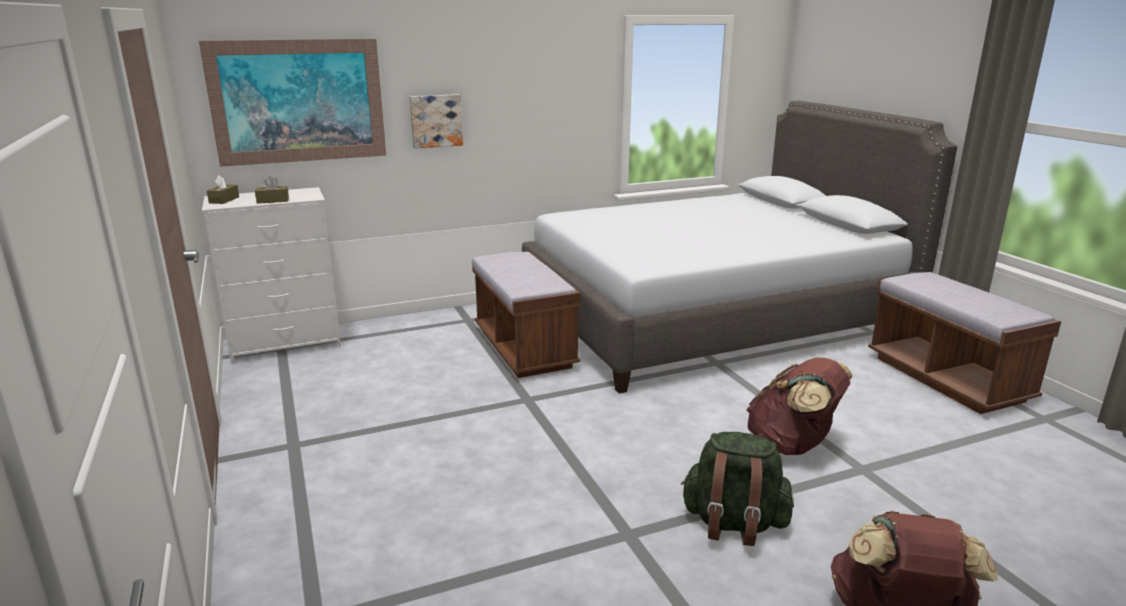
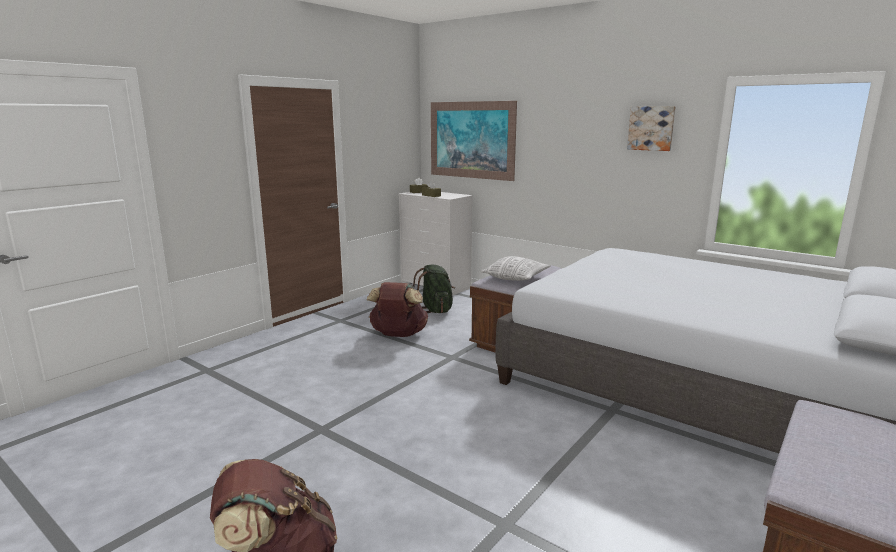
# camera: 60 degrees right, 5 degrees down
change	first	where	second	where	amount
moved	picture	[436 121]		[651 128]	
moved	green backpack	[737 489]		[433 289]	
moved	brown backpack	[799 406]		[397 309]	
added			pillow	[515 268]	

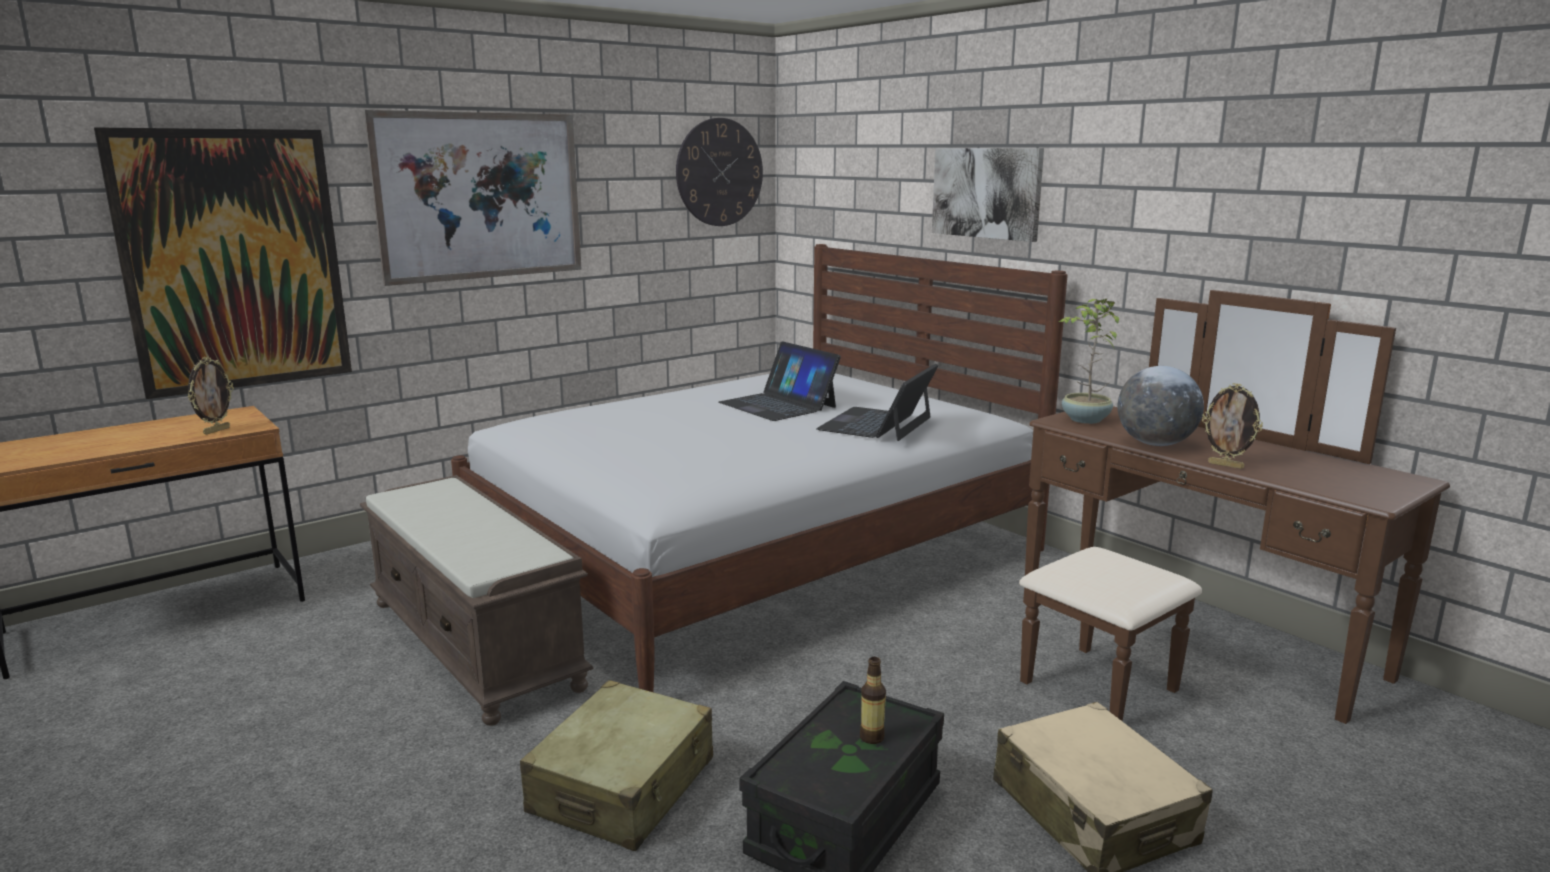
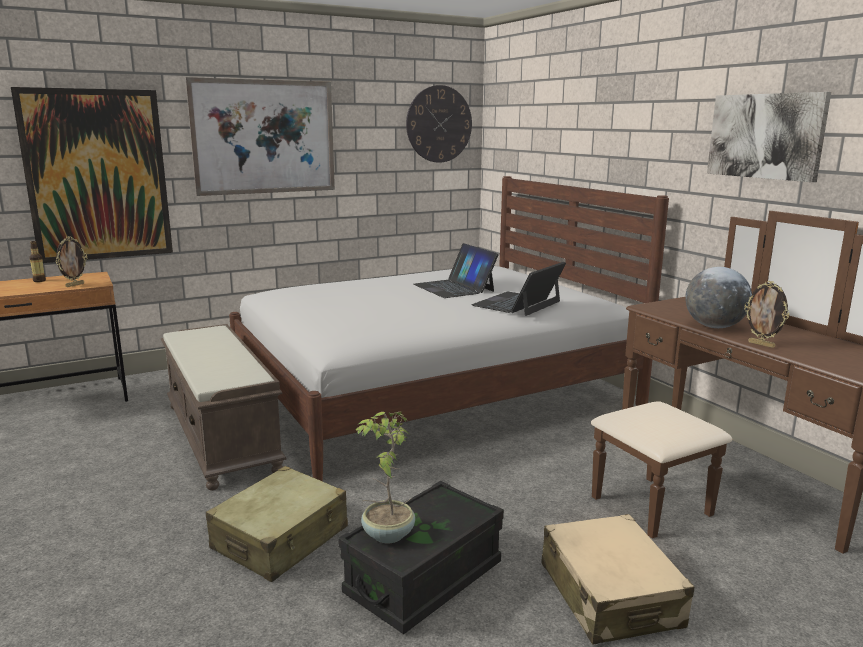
# camera: 10 degrees right, 0 degrees up
change	first	where	second	where	amount
moved	bottle	[873 700]		[37 261]	
moved	picture	[988 195]		[769 137]	
moved	potted plant	[1089 361]		[385 477]	

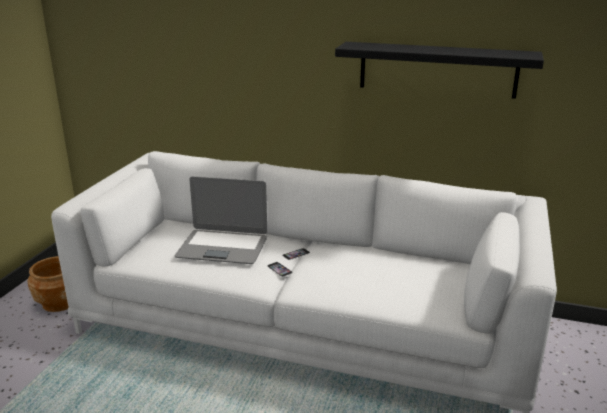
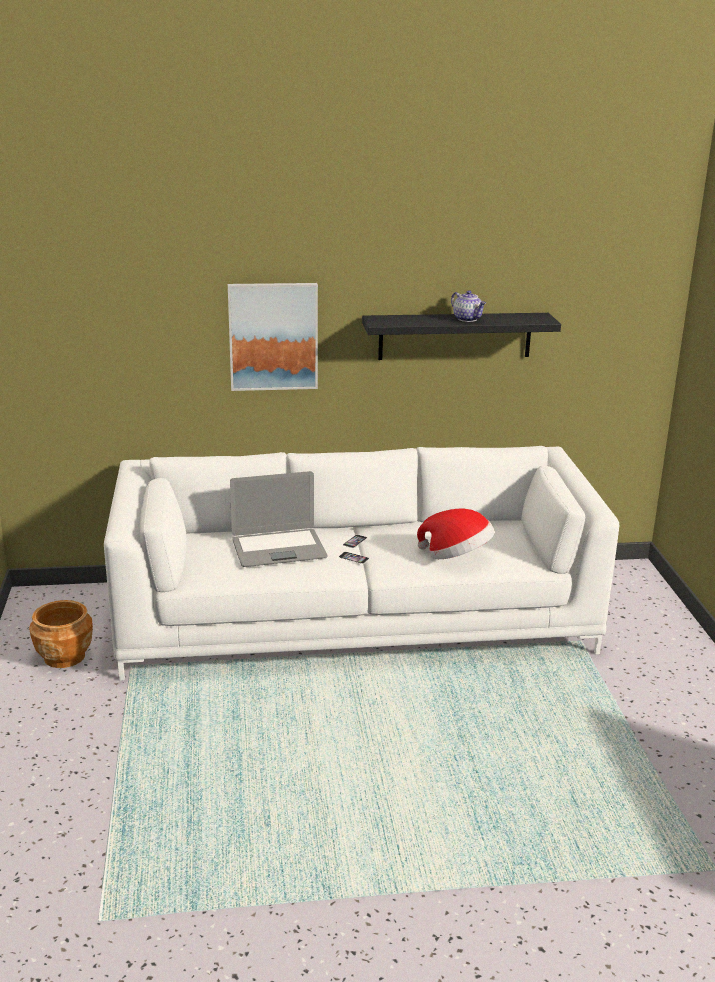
# camera: 25 degrees left, 0 degrees up
change	first	where	second	where	amount
added			picture	[273 337]	
added			hat	[456 534]	
added			teapot	[468 306]	

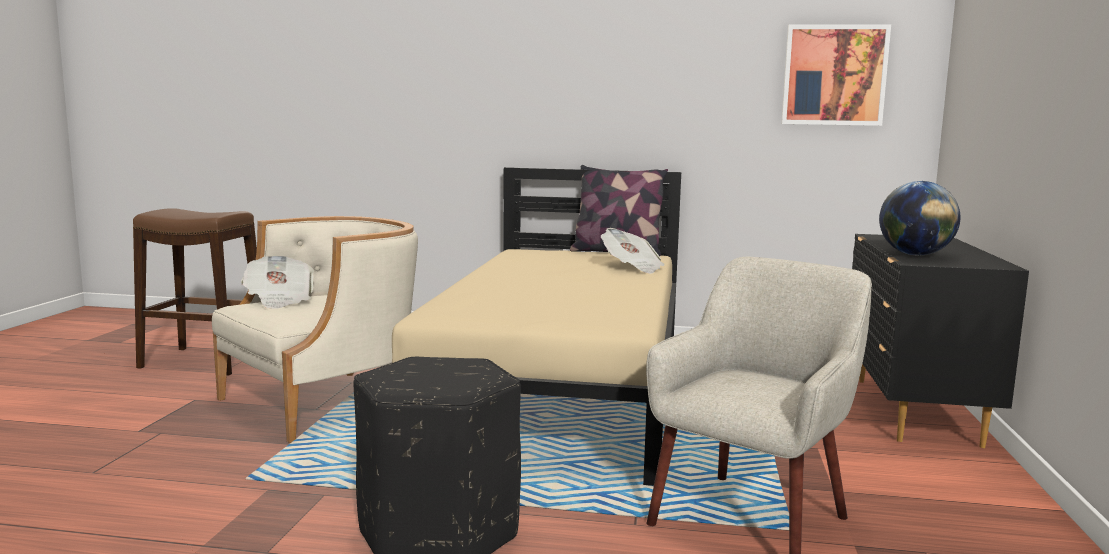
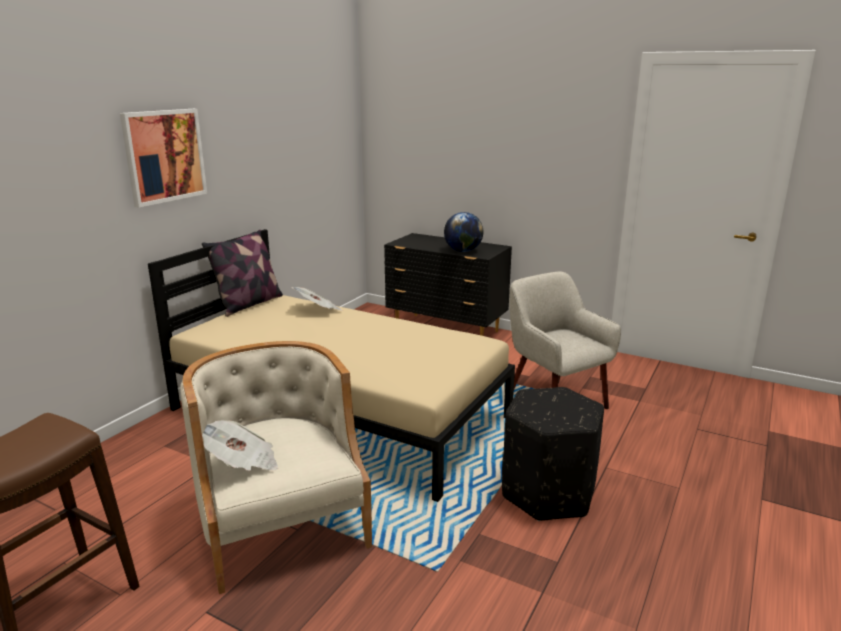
# camera: 70 degrees left, 10 degrees up
change	first	where	second	where	amount
moved	picture	[836 75]		[163 158]	

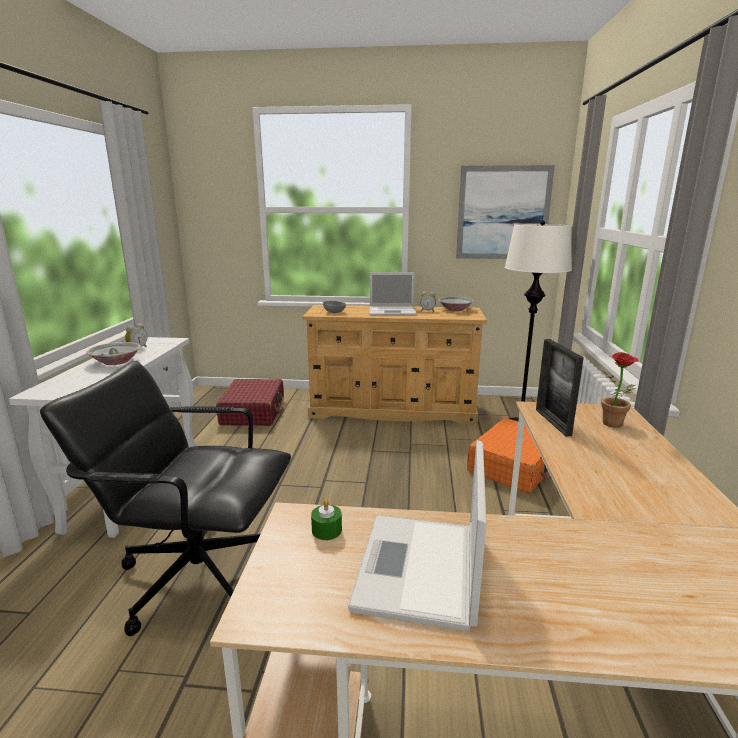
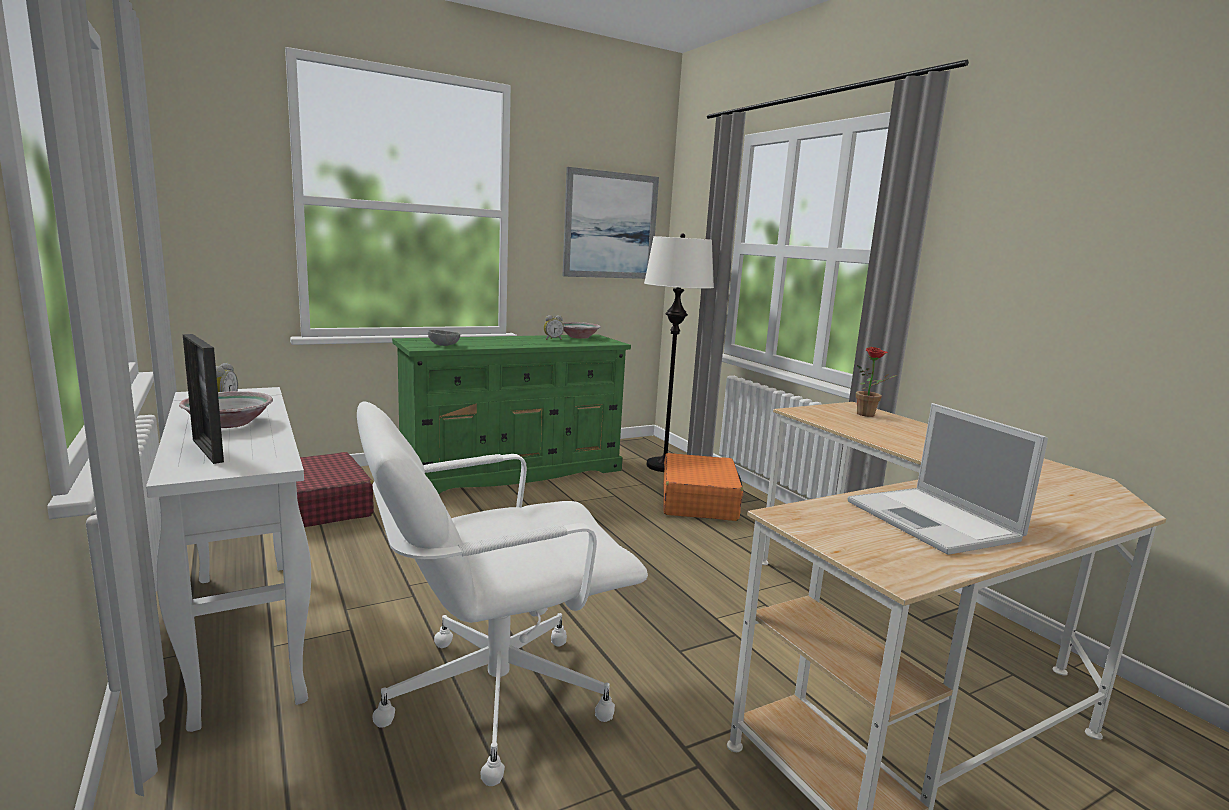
# camera: 35 degrees left, 5 degrees down
change	first	where	second	where	amount
recoloured	black office chair	[165 498]	white office chair	[502 593]	
recoloured	beige dresser	[394 365]	green dresser	[511 414]	
removed	green candle	[326 519]			
removed	laptop	[393 294]			
moved	picture frame	[560 387]		[203 399]	

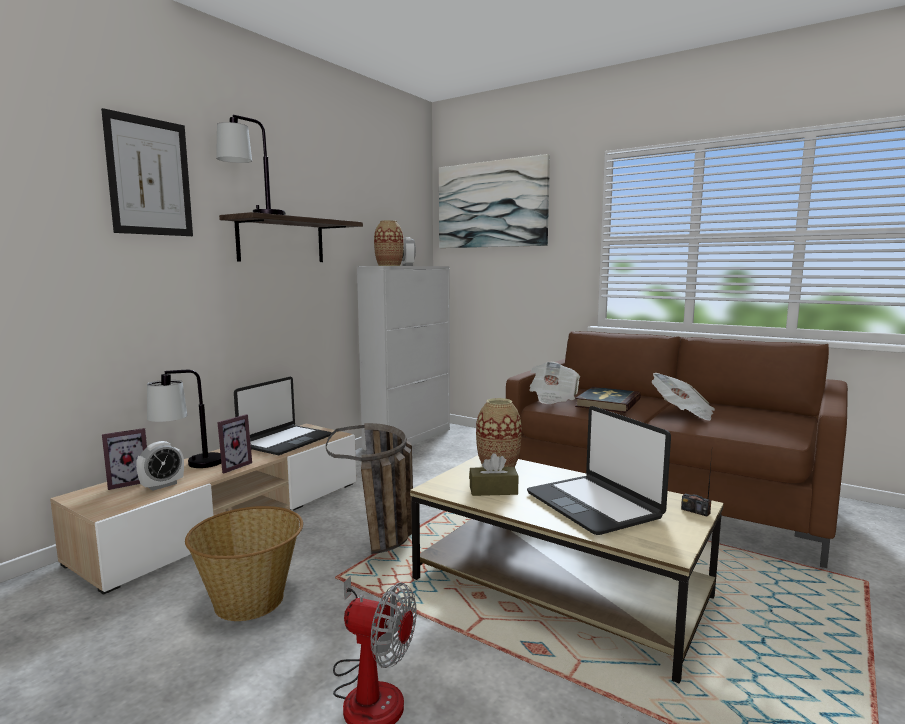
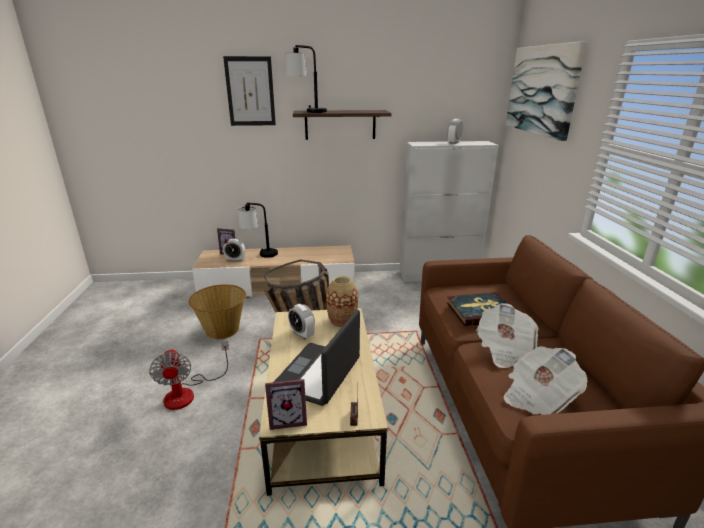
# camera: 50 degrees right, 15 degrees up
change	first	where	second	where	amount
moved	picture frame	[234 443]		[286 404]	
removed	laptop	[283 416]			
removed	vase	[389 243]			
replaced	brown tissue box	[494 474]	alarm clock	[301 322]	
moved	newspaper	[554 383]		[545 380]	

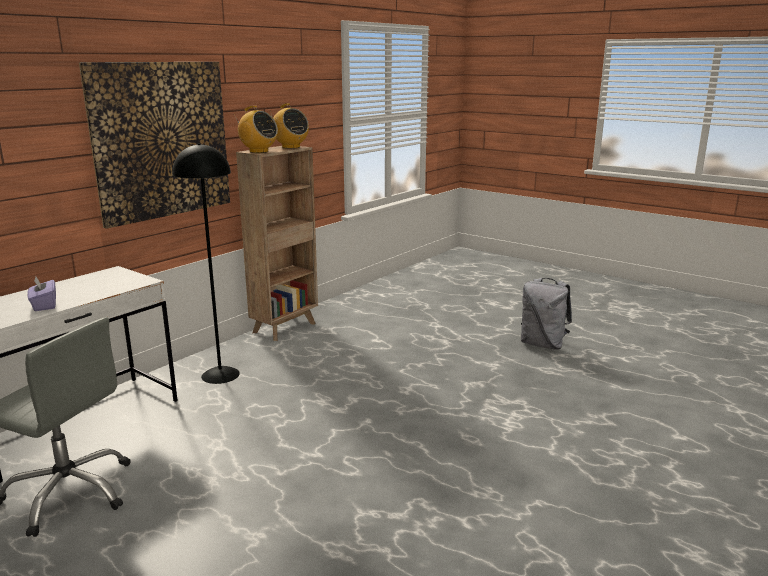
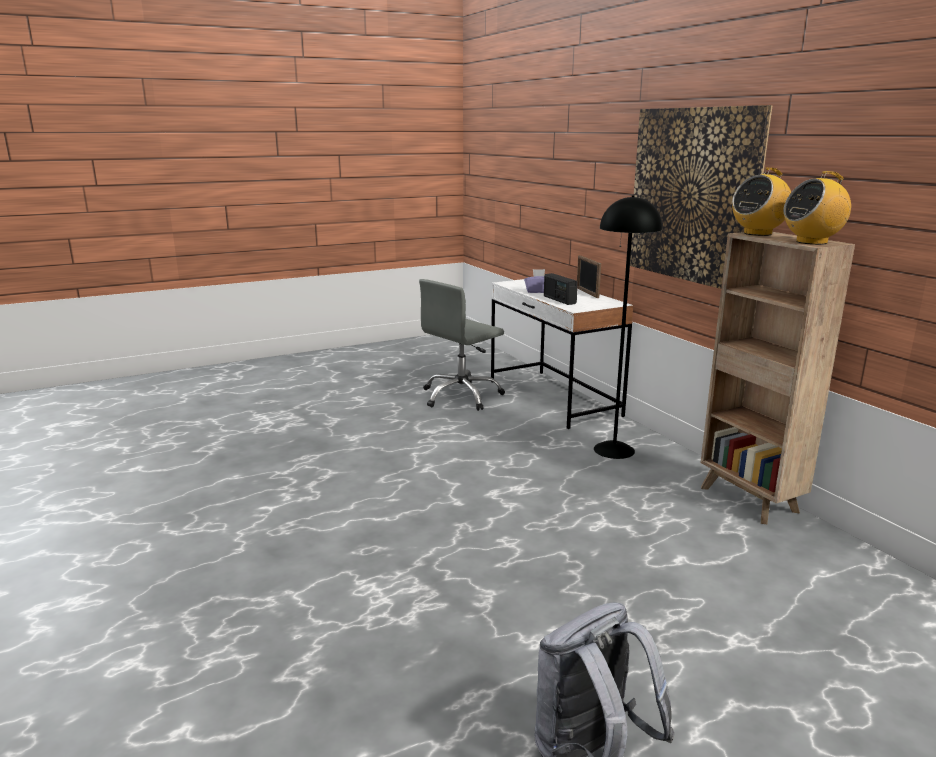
# camera: 115 degrees right, 0 degrees up
change	first	where	second	where	amount
added			radio	[561 289]	
added			picture frame	[589 276]	

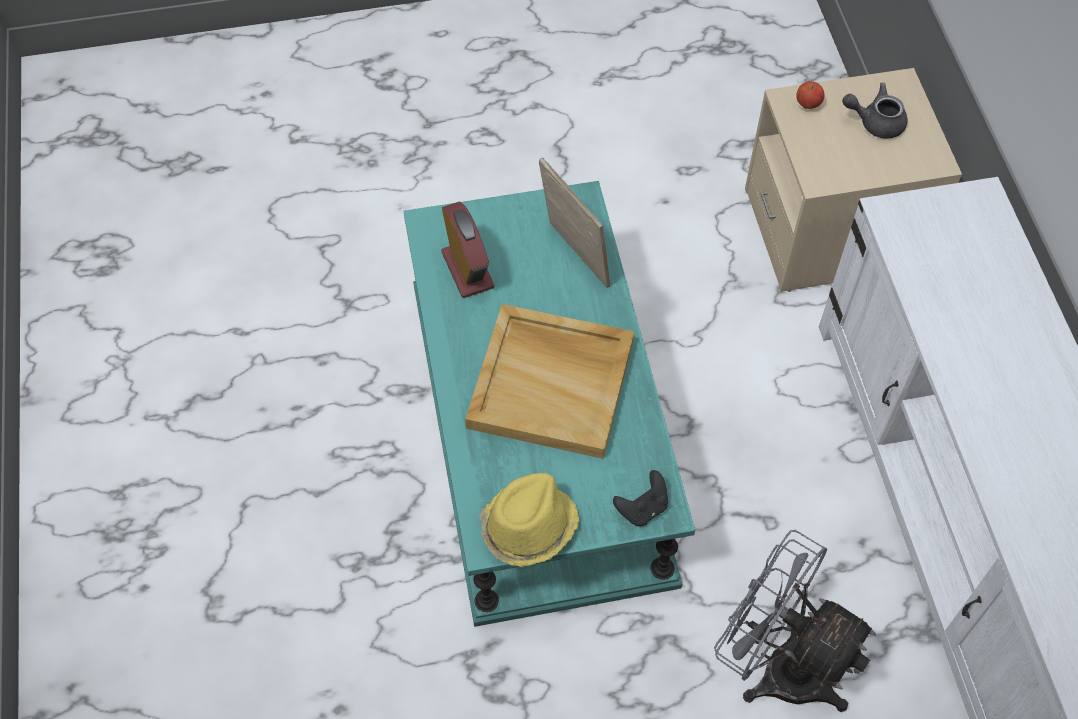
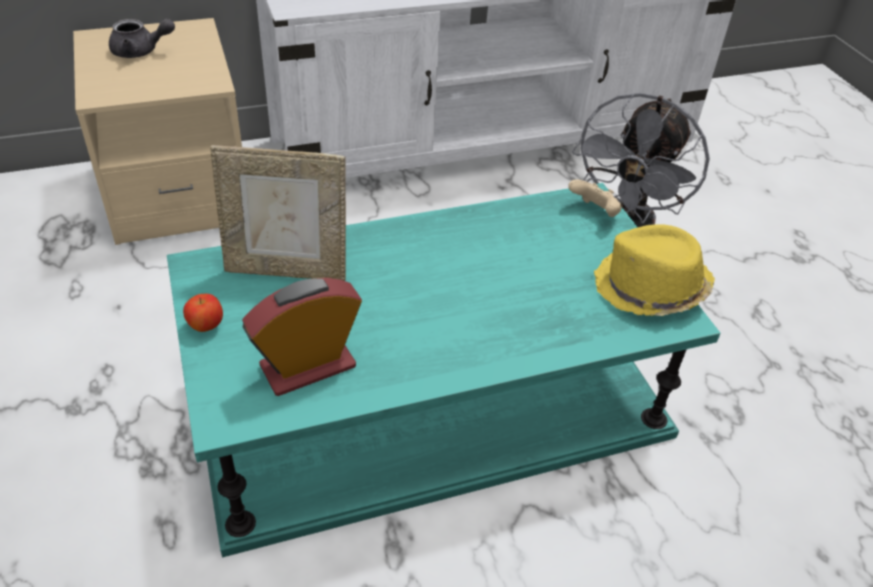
# camera: 100 degrees left, 15 degrees down
change	first	where	second	where	amount
removed	beige tray	[549 381]			
turned	picture frame	[574 222]		[278 213]	135 degrees counterclockwise
recoloured	black game controller	[640 498]	beige game controller	[595 198]	
moved	apple	[810 95]		[203 313]	
turned	grey teapot	[874 111]		[142 38]	90 degrees counterclockwise

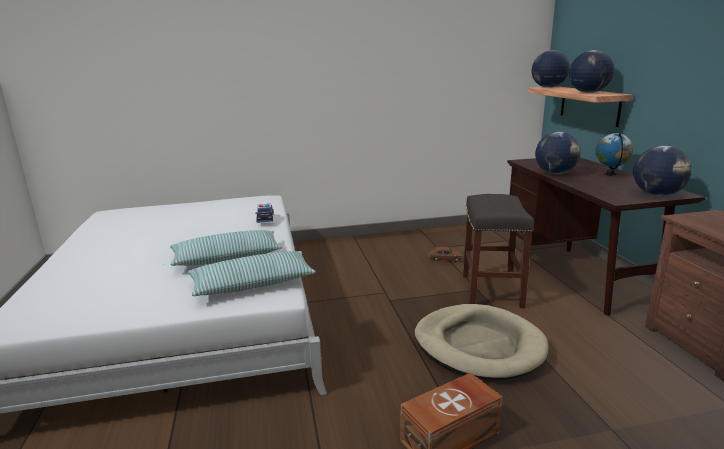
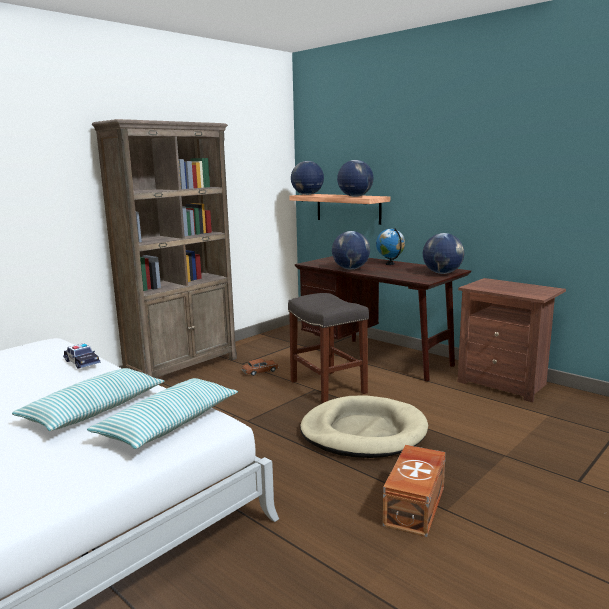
# camera: 35 degrees left, 5 degrees down
change	first	where	second	where	amount
added			brown bookcase	[164 248]	

